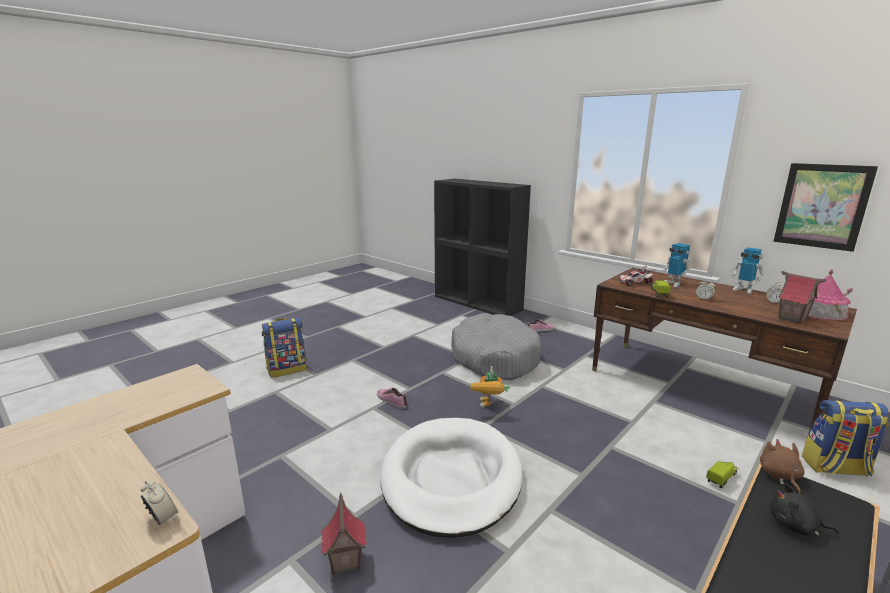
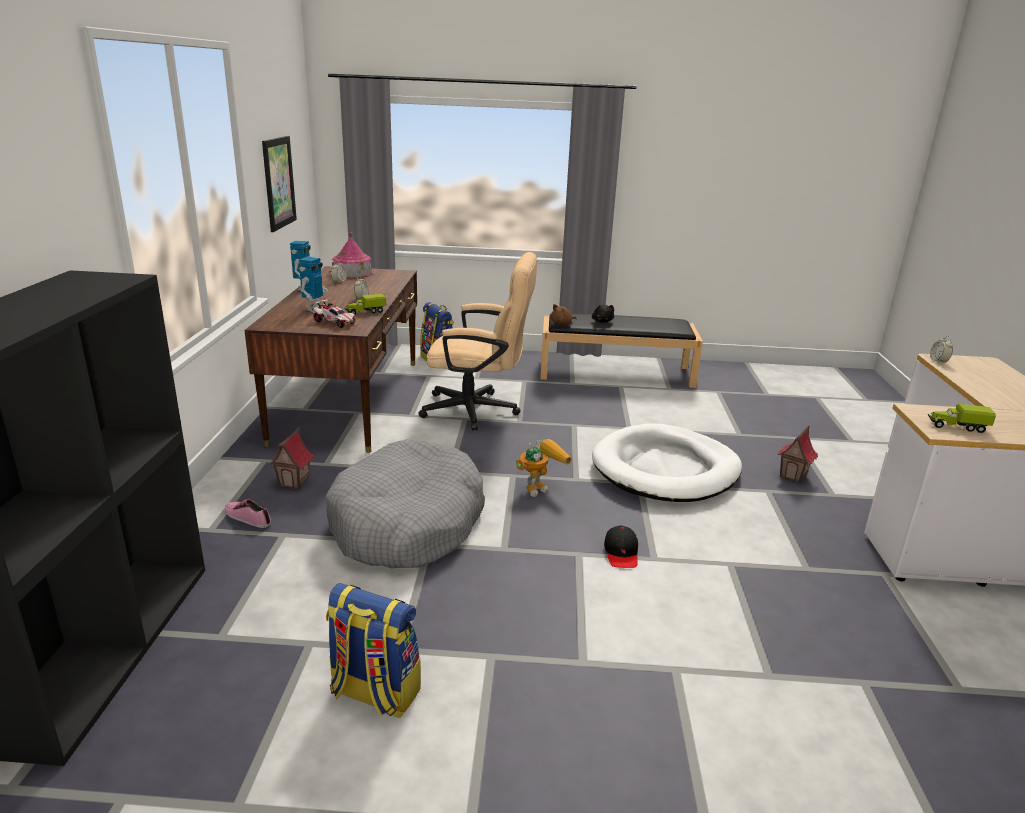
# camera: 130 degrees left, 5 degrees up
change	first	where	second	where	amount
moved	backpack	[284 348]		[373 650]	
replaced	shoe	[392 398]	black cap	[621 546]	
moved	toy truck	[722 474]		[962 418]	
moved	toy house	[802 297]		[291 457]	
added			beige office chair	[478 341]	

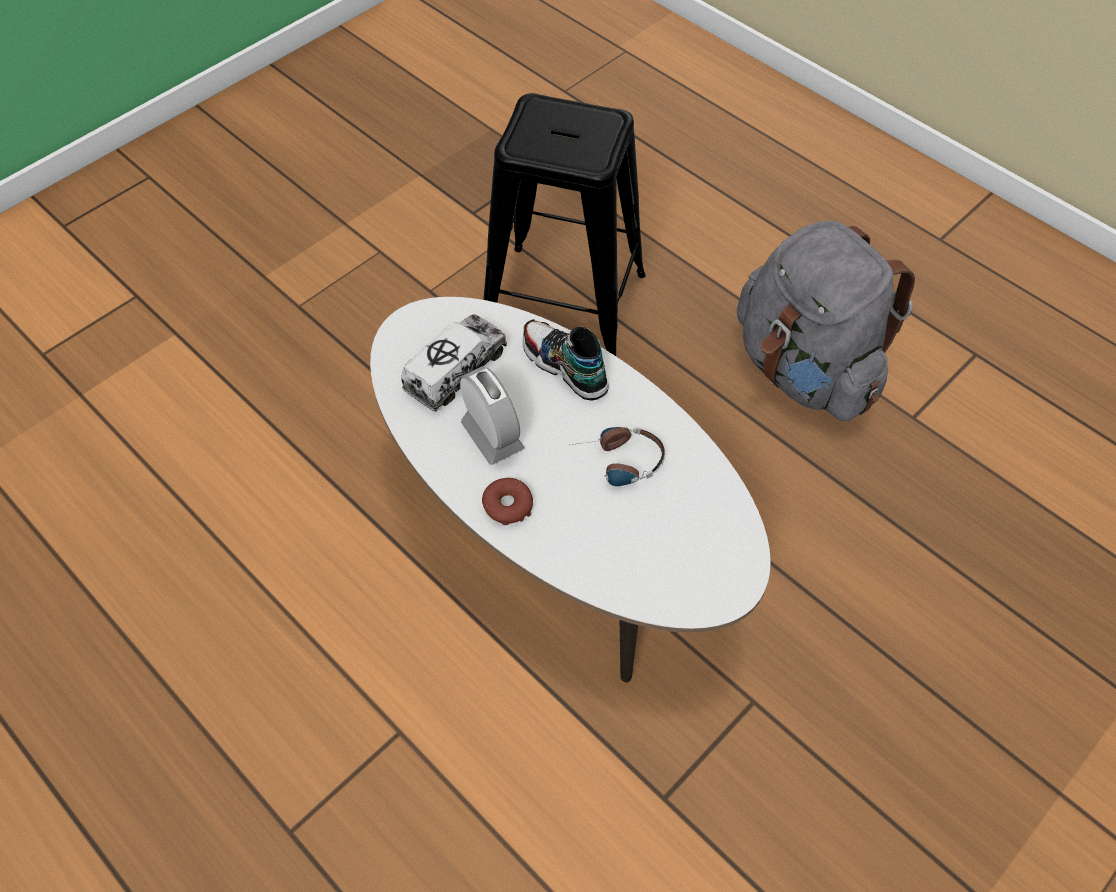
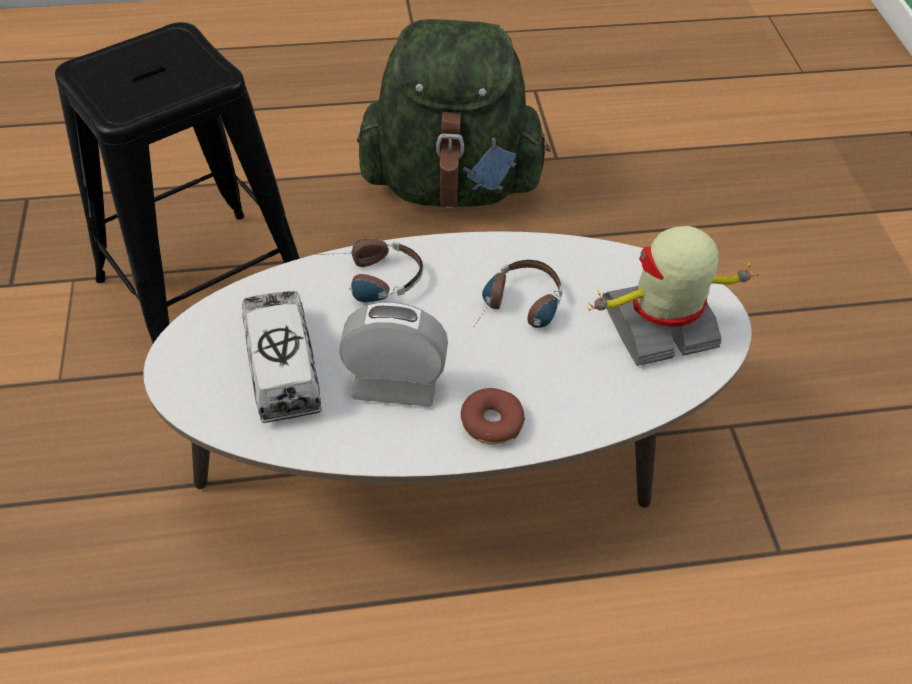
# camera: 55 degrees left, 5 degrees down
change	first	where	second	where	amount
replaced	shoe	[566 360]	headphones	[371 270]	
recoloured	grey backpack	[826 321]	green backpack	[454 114]	
added			toy robot	[673 296]	

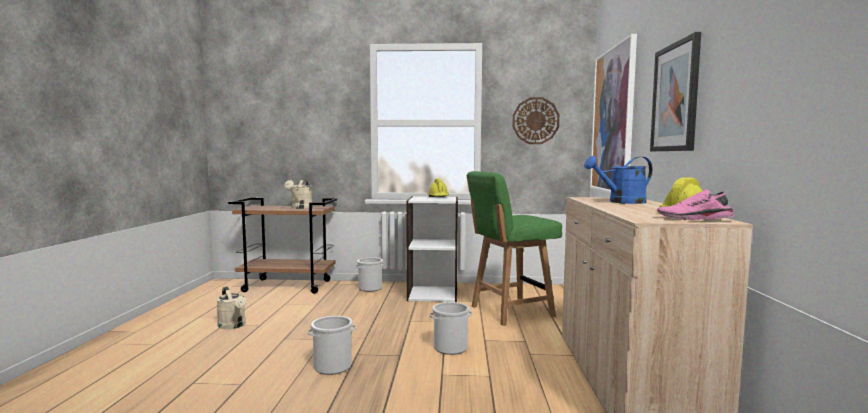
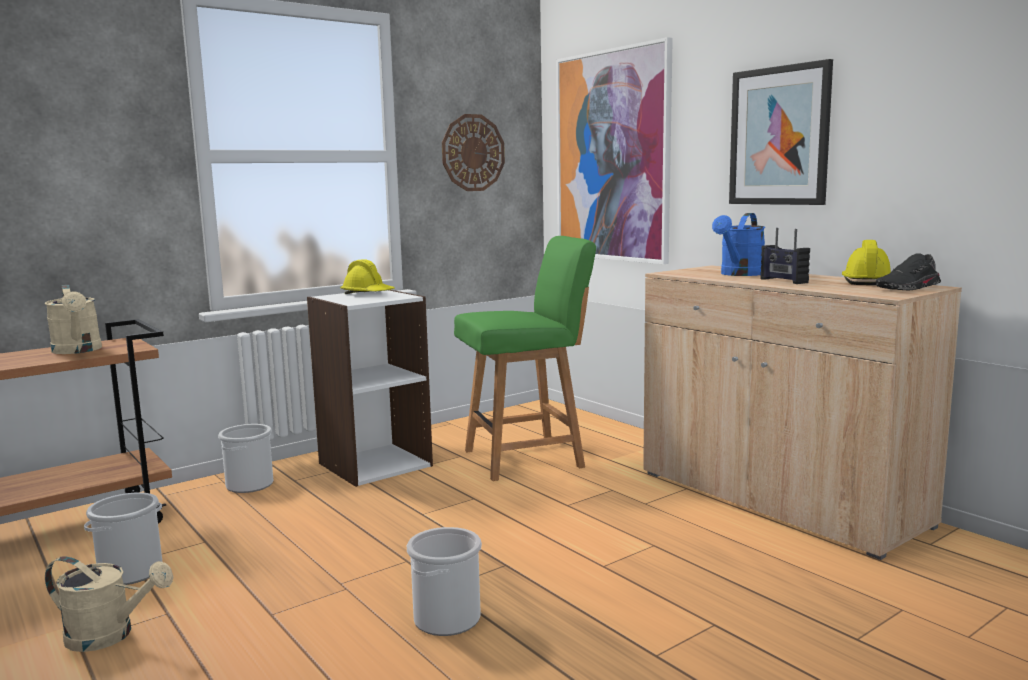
# camera: 40 degrees left, 5 degrees up
change	first	where	second	where	amount
moved	bucket	[451 328]		[123 538]	
turned	green chair	[514 248]		[525 358]	135 degrees counterclockwise
recoloured	pink shoe	[696 204]	black shoe	[908 272]	
added			radio	[785 256]	

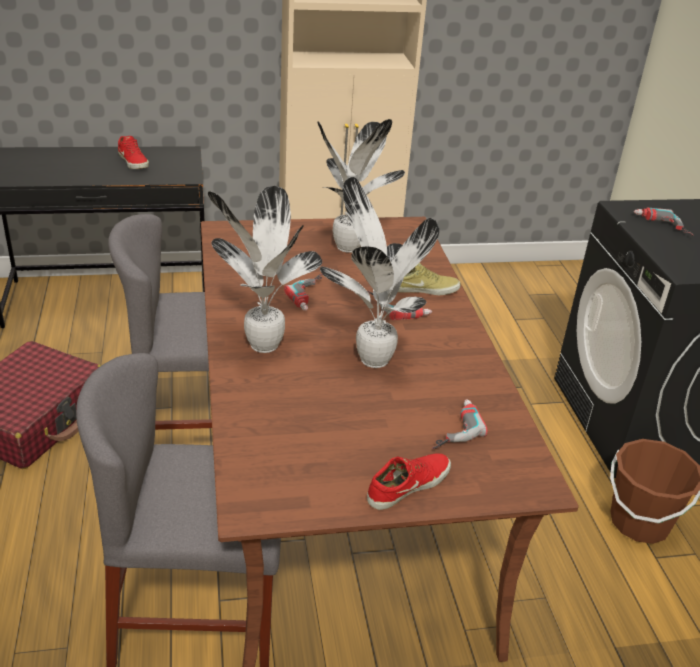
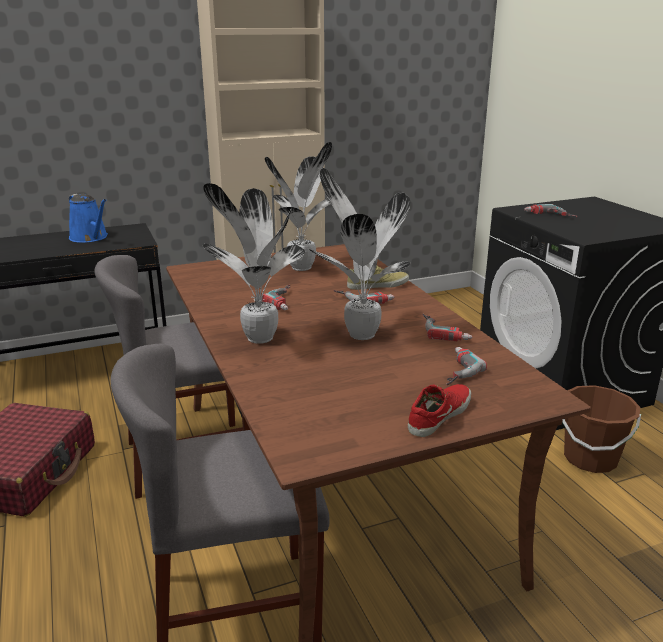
# camera: 10 degrees left, 10 degrees down
change	first	where	second	where	amount
replaced	red shoe	[133 152]	blue watering can	[88 218]	
added			power drill	[447 327]	

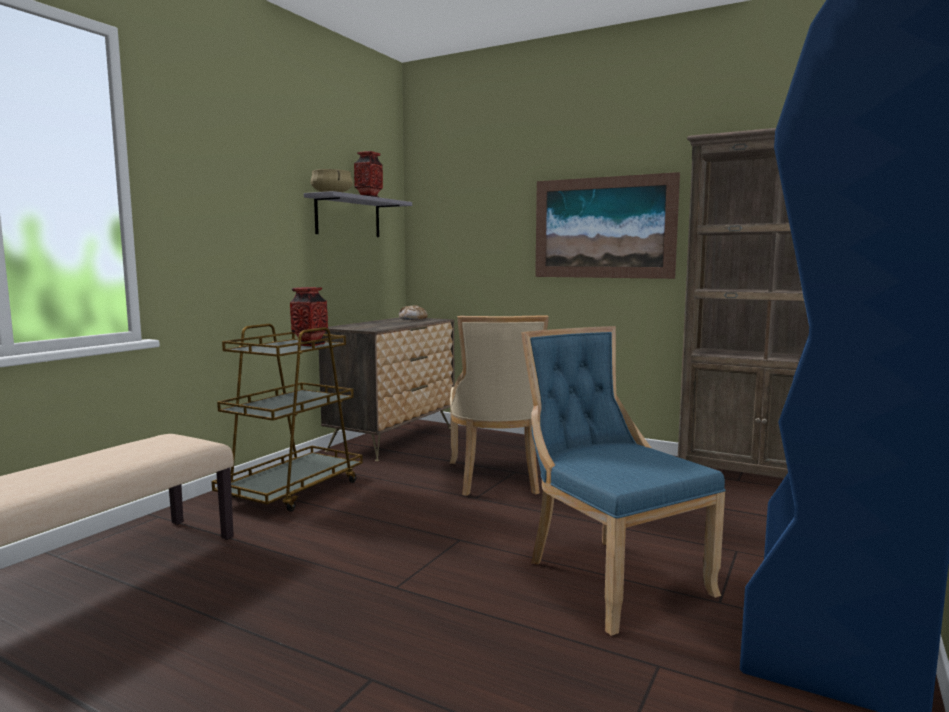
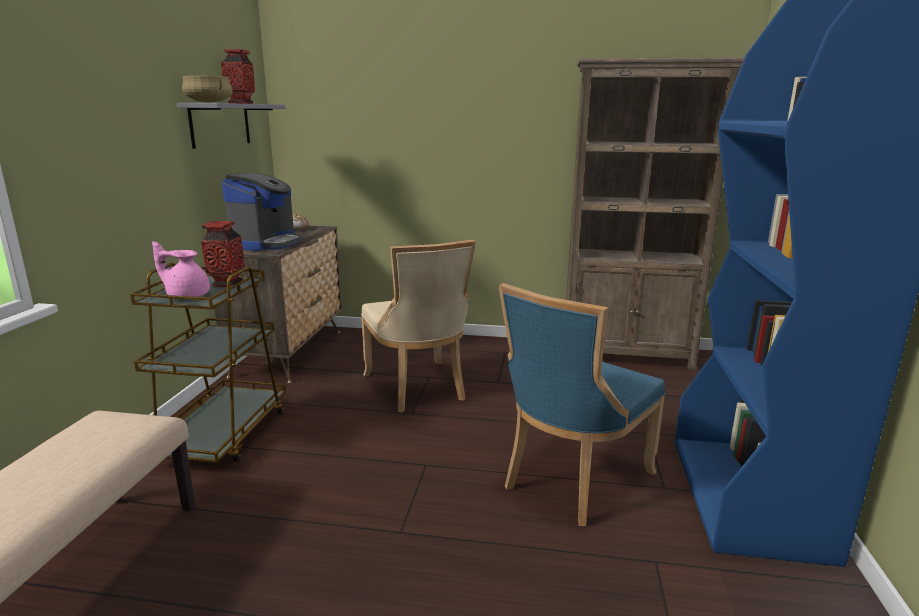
# camera: 20 degrees left, 10 degrees up
change	first	where	second	where	amount
turned	blue chair	[623 481]		[582 404]	90 degrees counterclockwise
removed	picture	[607 225]			
added			pink teapot	[181 269]	
added			coffee machine	[262 212]	

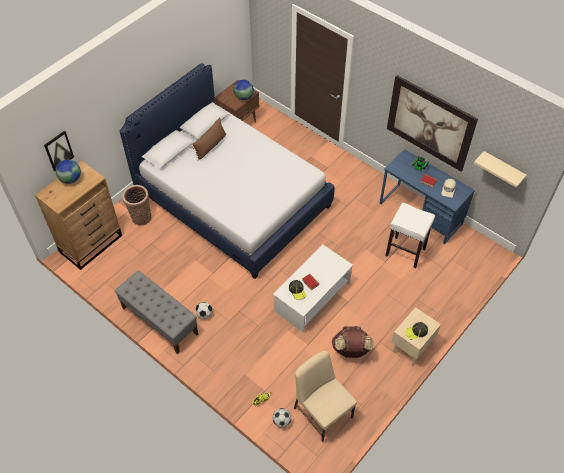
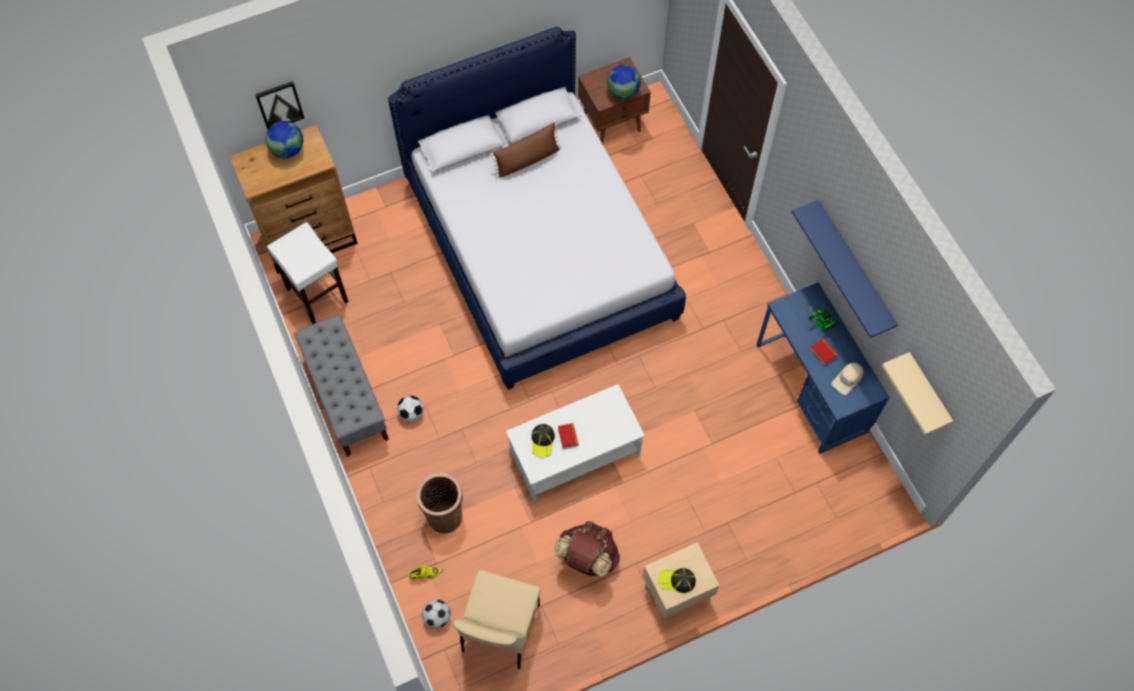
# camera: 25 degrees right, 10 degrees up
change	first	where	second	where	amount
moved	basket	[137 205]		[439 503]	
turned	beige chair	[325 396]		[496 619]	150 degrees counterclockwise
moved	white stool	[410 236]		[308 273]	
replaced	picture	[432 123]	blue shelf	[845 269]	

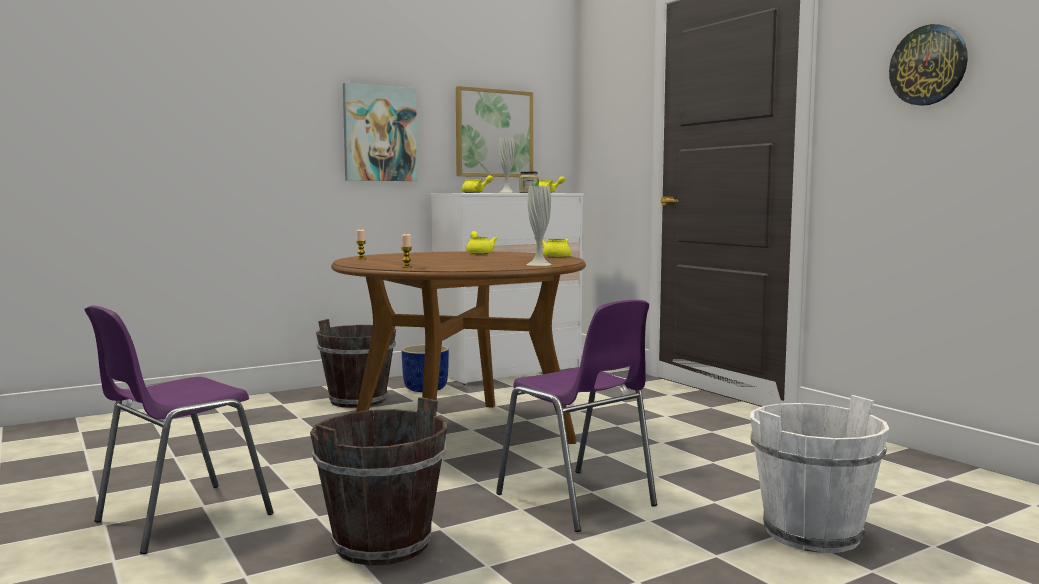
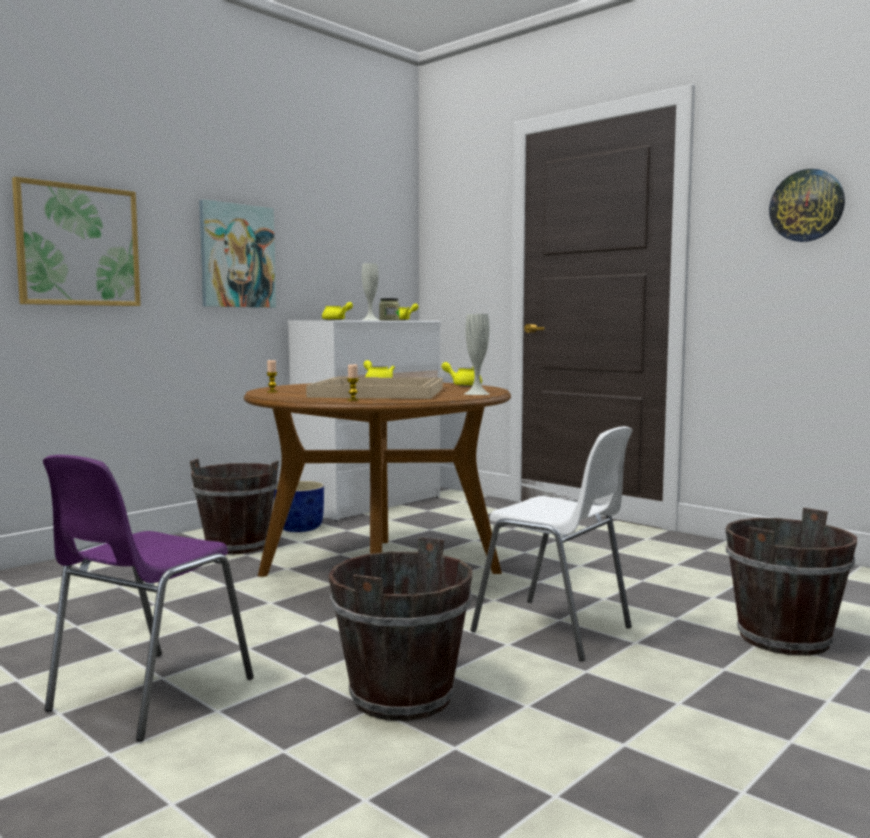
# camera: 15 degrees left, 0 degrees up
change	first	where	second	where	amount
moved	picture	[494 131]		[76 241]	
recoloured	purple chair	[576 416]	white chair	[551 543]	
recoloured	white bucket	[819 474]	brown bucket	[791 582]	
added			beige tray	[374 388]	

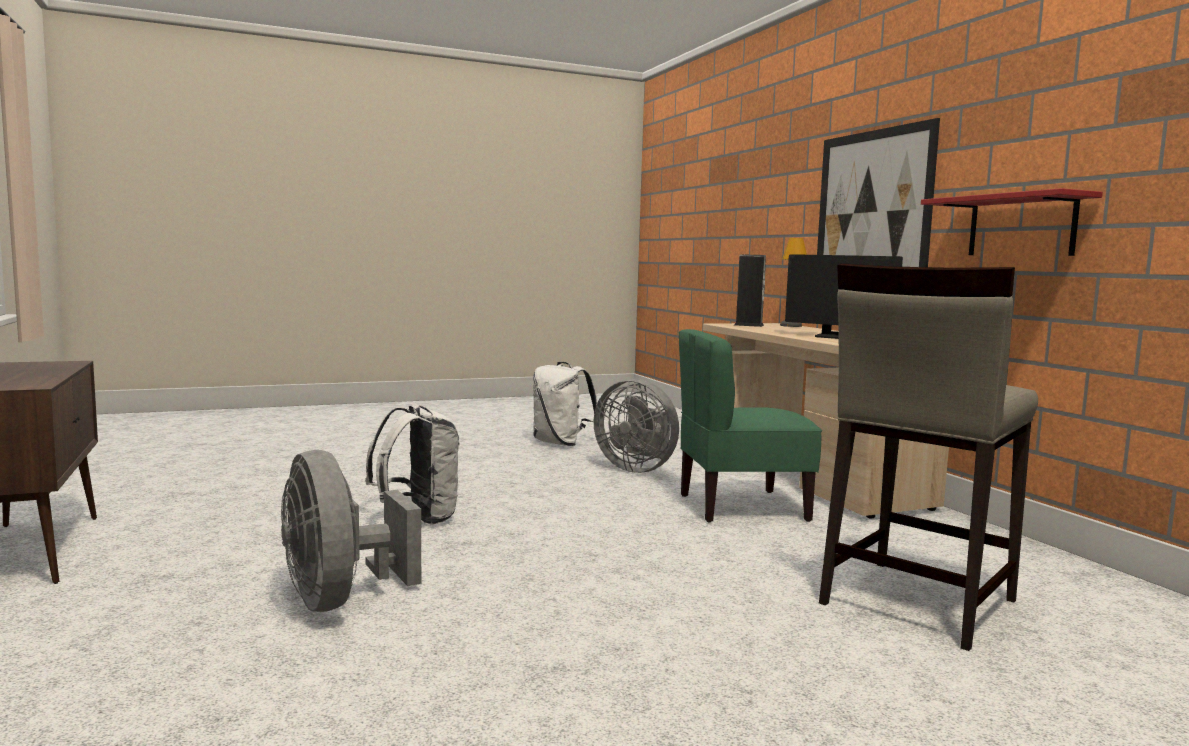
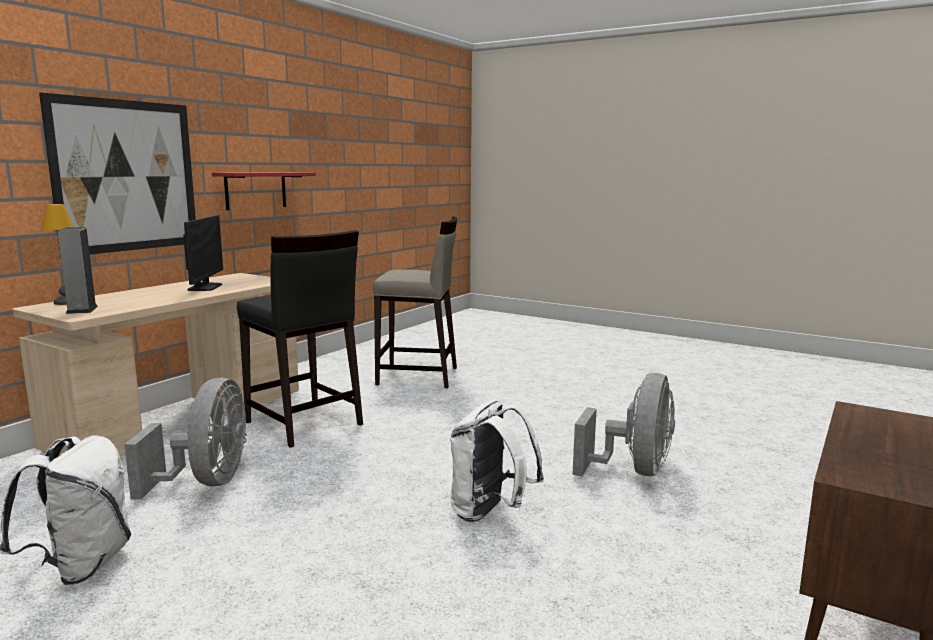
# camera: 125 degrees left, 5 degrees up
change	first	where	second	where	amount
replaced	green chair	[750 425]	black stool	[300 339]	

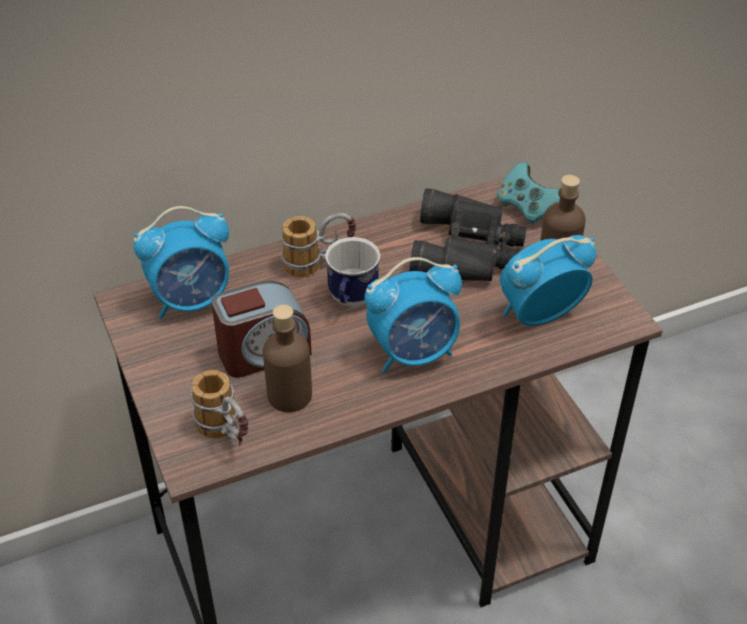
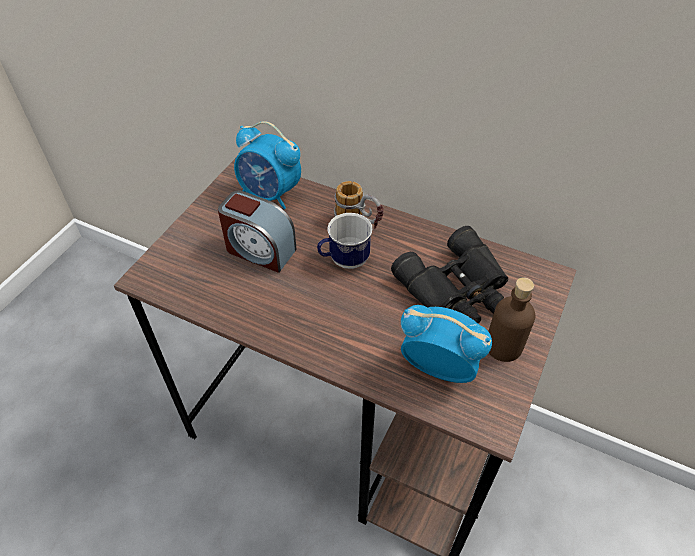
# camera: 50 degrees right, 5 degrees up
change	first	where	second	where	amount
removed	mug	[219 408]			
removed	brown bottle	[287 358]			
removed	alarm clock	[413 315]			
removed	turquoise game controller	[528 193]			

